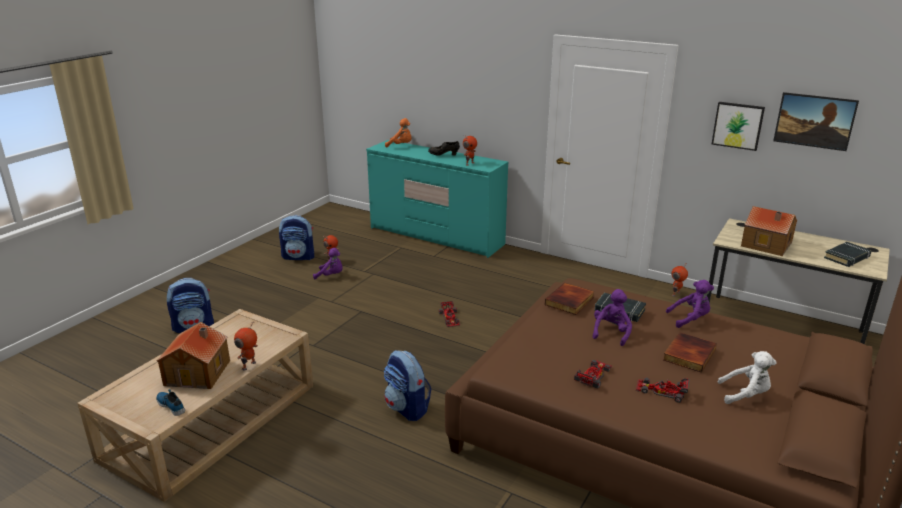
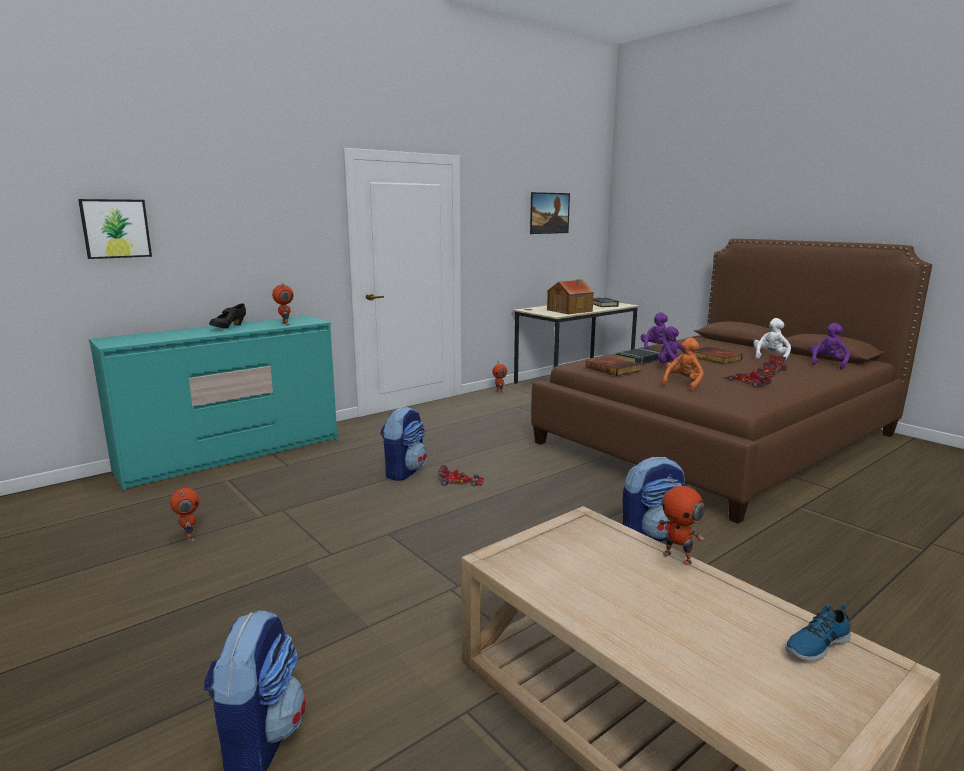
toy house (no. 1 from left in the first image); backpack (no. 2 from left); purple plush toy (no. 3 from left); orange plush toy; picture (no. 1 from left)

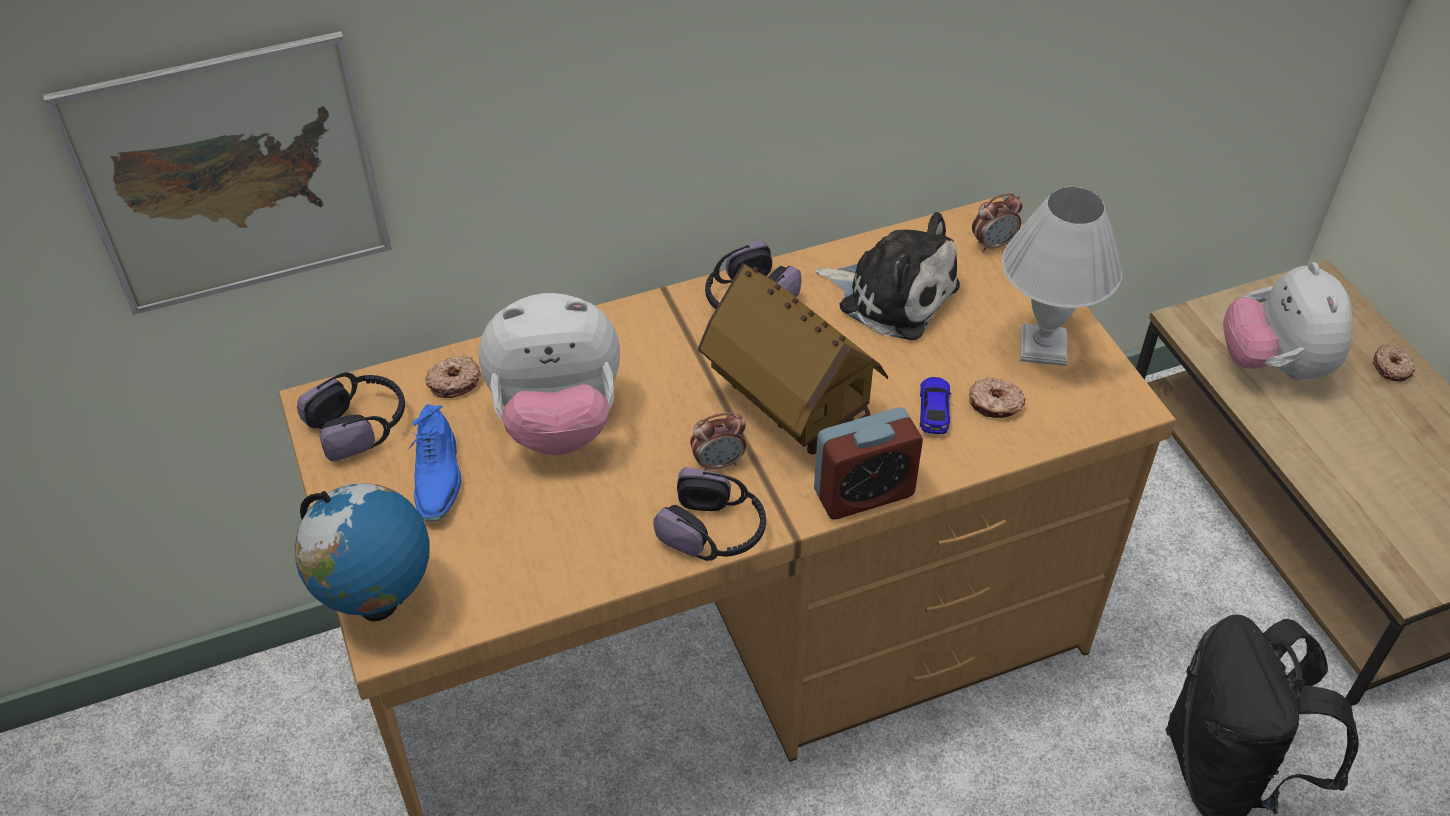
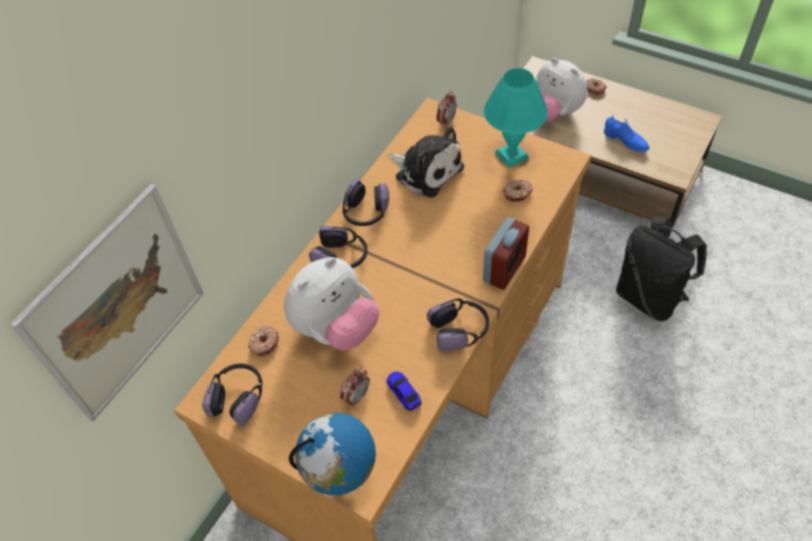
blue shoe; alarm clock (no. 1 from left); toy house; plush toy (no. 2 from left); toy car; turquoise table lamp; headphones (no. 2 from left)

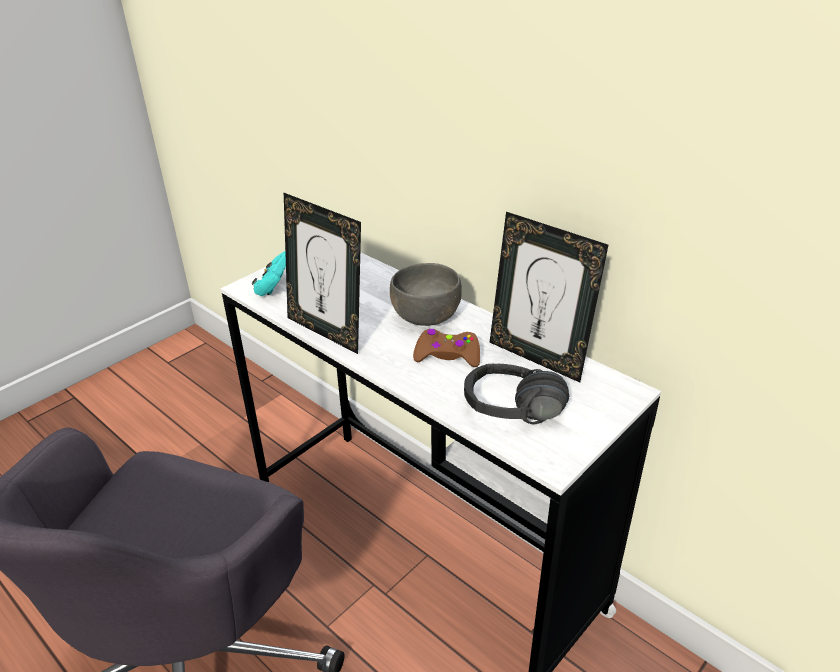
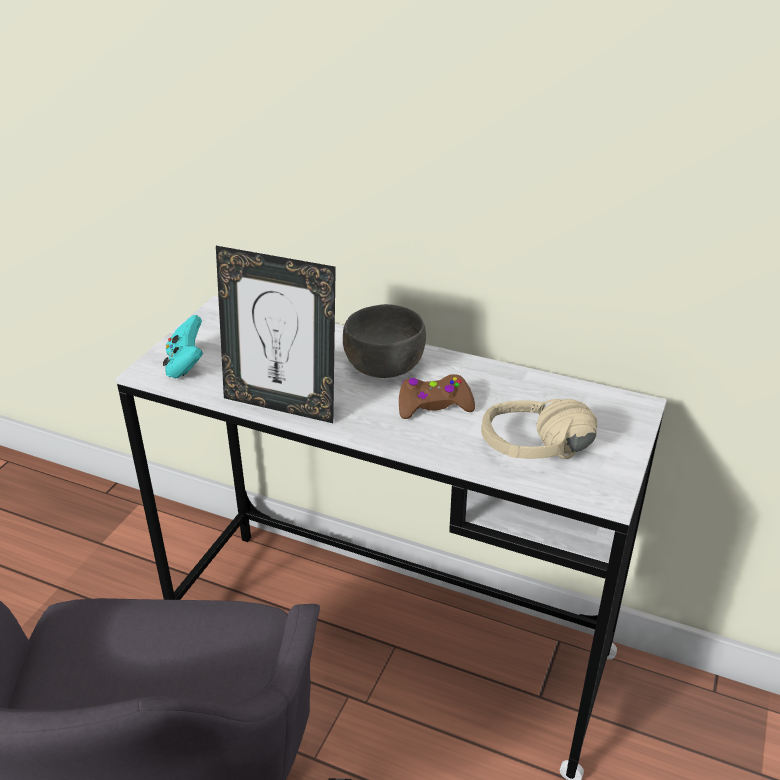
beige headphones; picture frame (no. 2 from left in the first image)

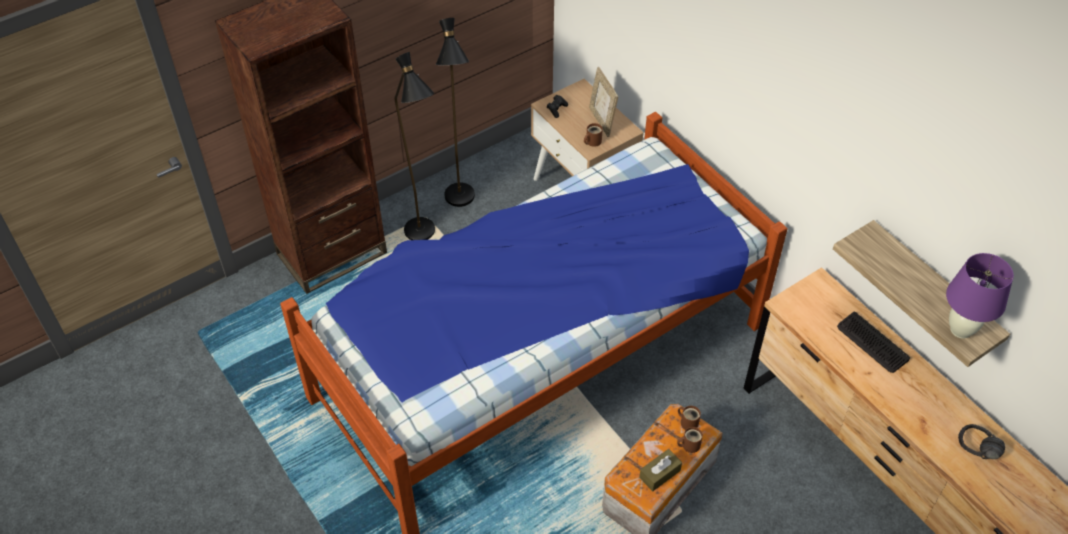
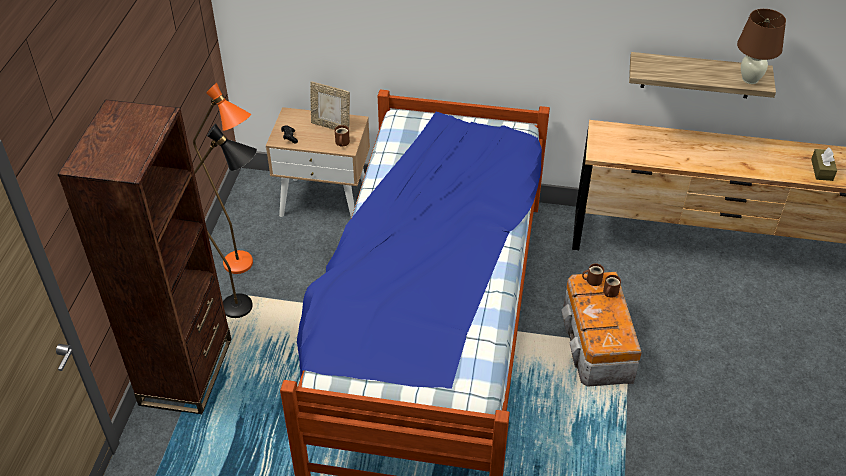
orange floor lamp; brown tissue box; keyboard; brown table lamp; black headphones

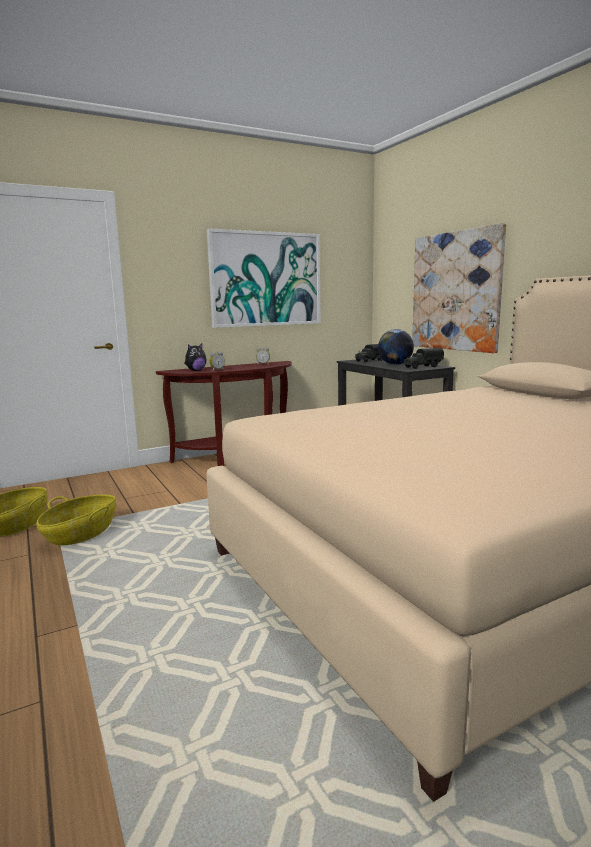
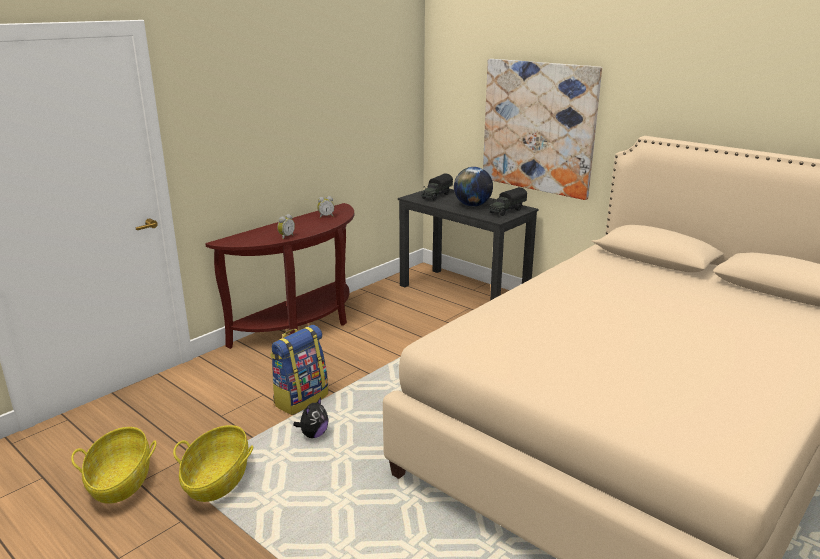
plush toy; picture (no. 1 from left in the first image); backpack

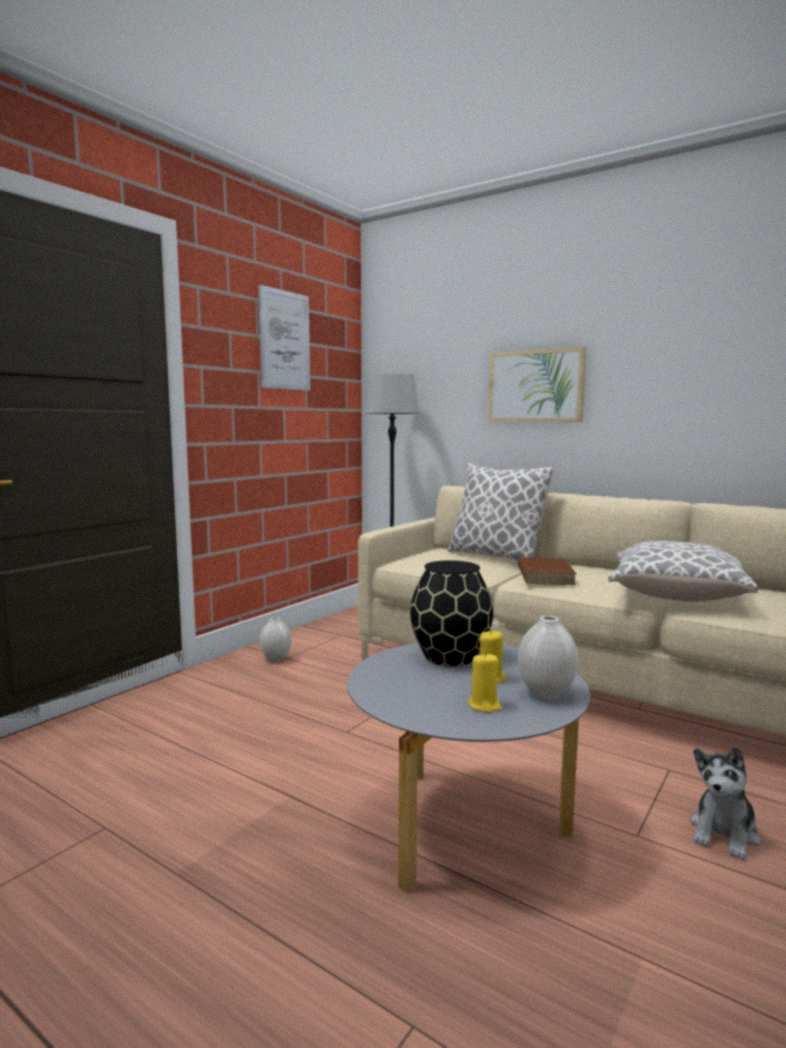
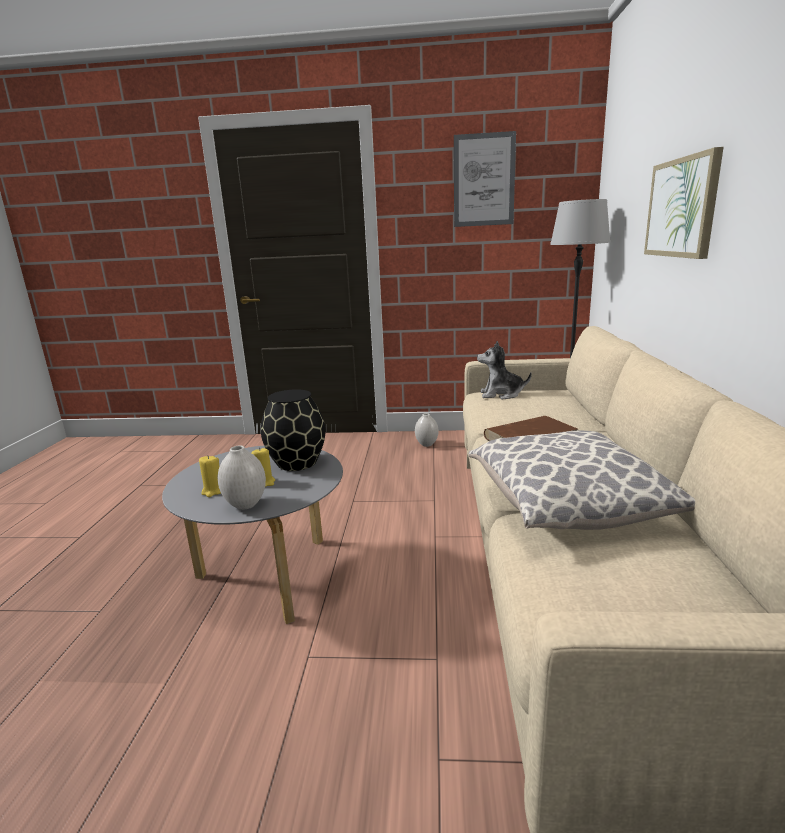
pillow (no. 1 from left in the first image); plush toy

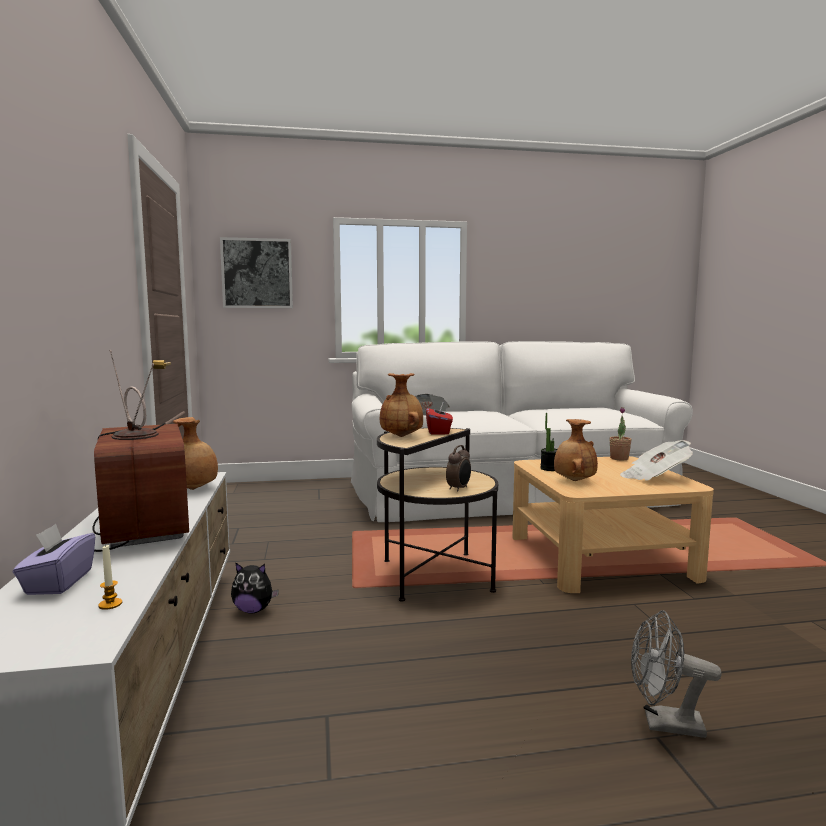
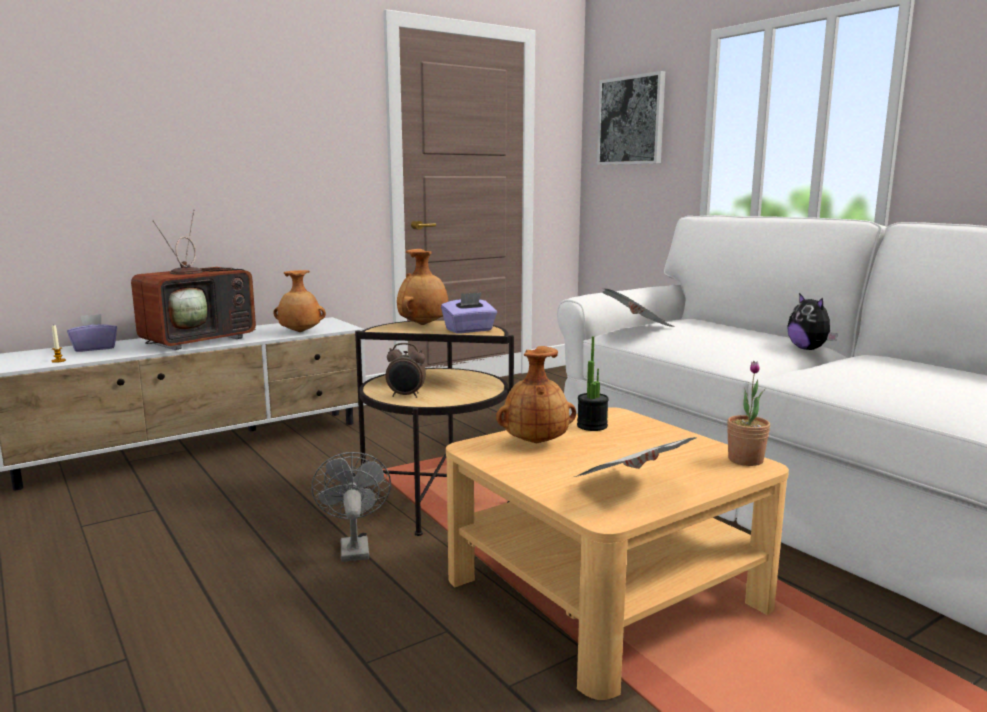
plush toy; purple tissue box (no. 2 from left); grey fan

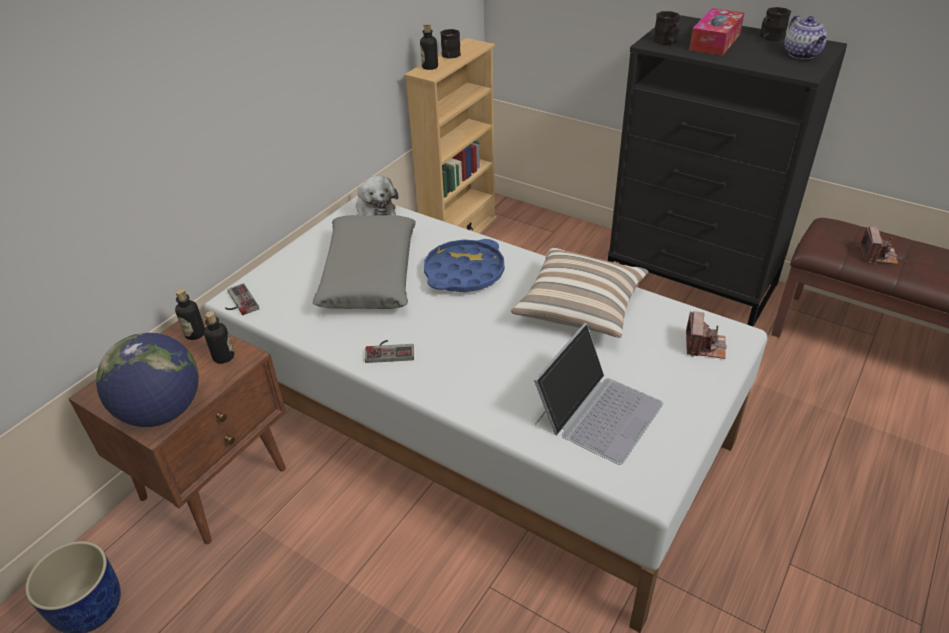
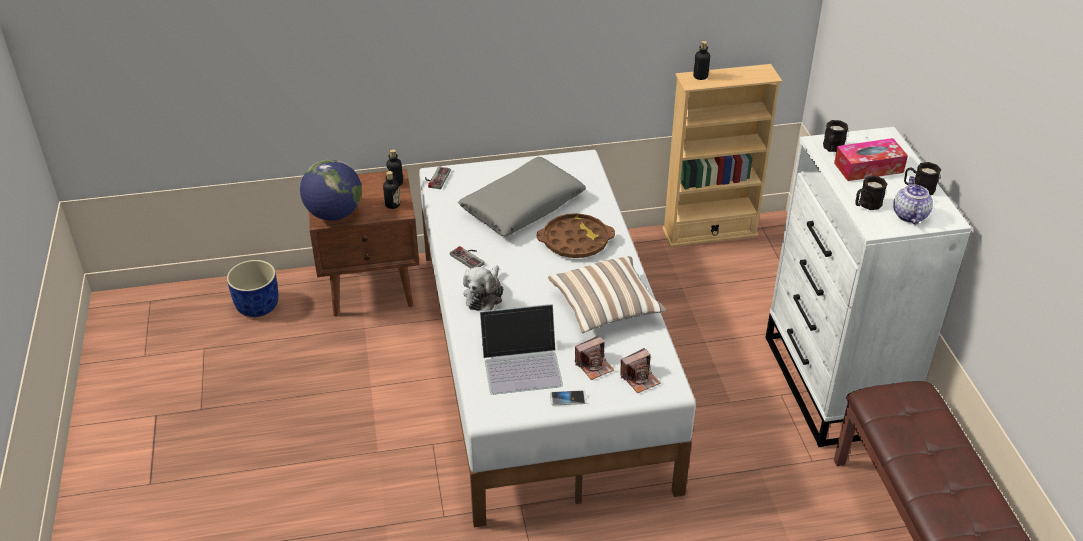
plush toy; brown tray; black mug (no. 2 from left); white dresser; teapot; photo camera (no. 1 from left); phone

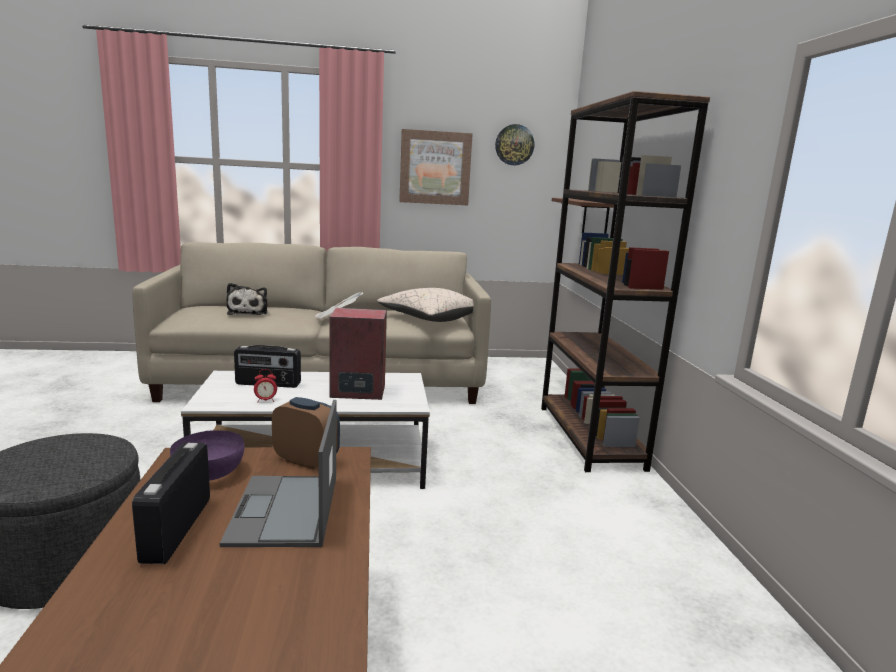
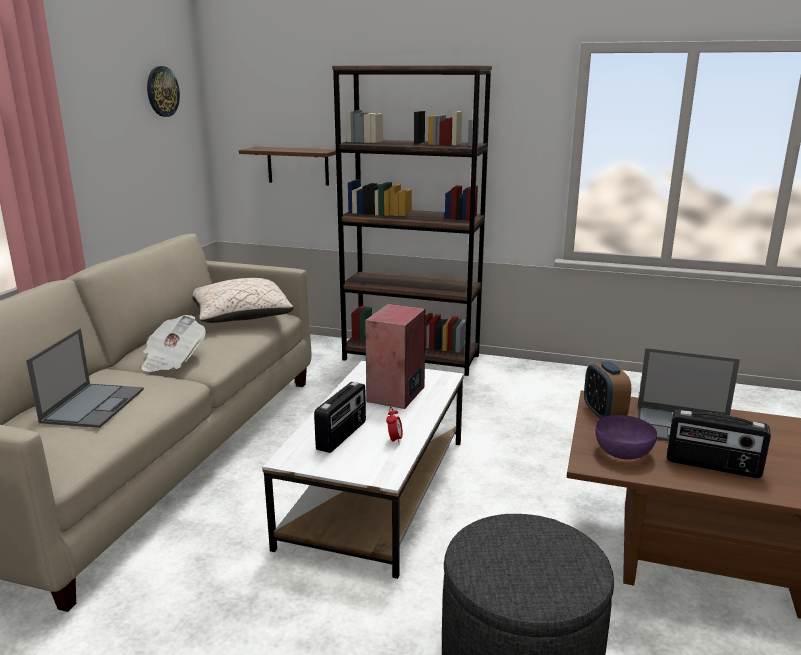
laptop (no. 1 from left); alarm clock (no. 2 from left); picture

